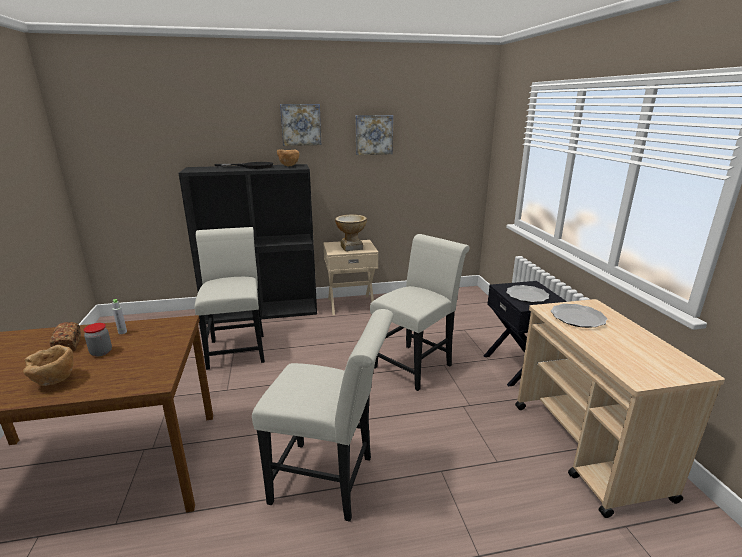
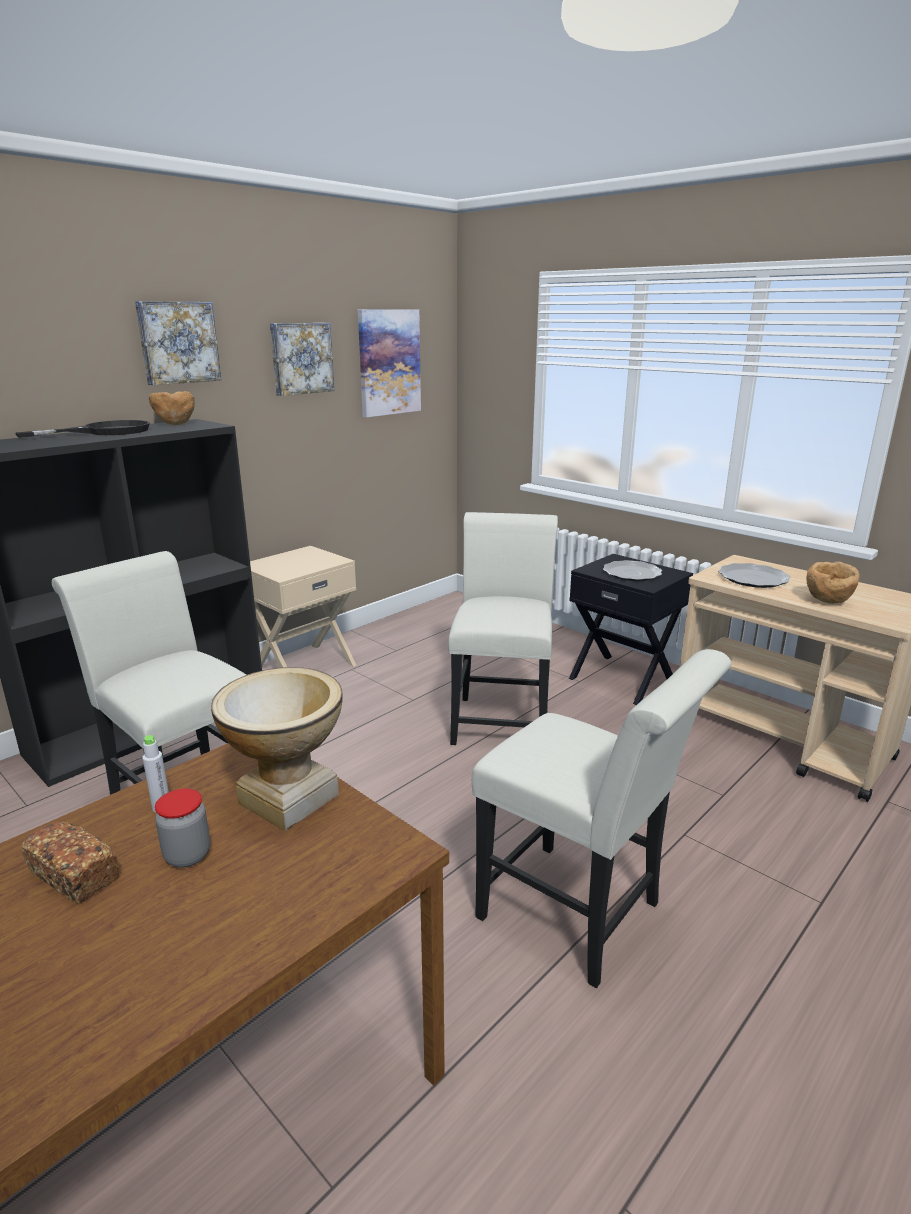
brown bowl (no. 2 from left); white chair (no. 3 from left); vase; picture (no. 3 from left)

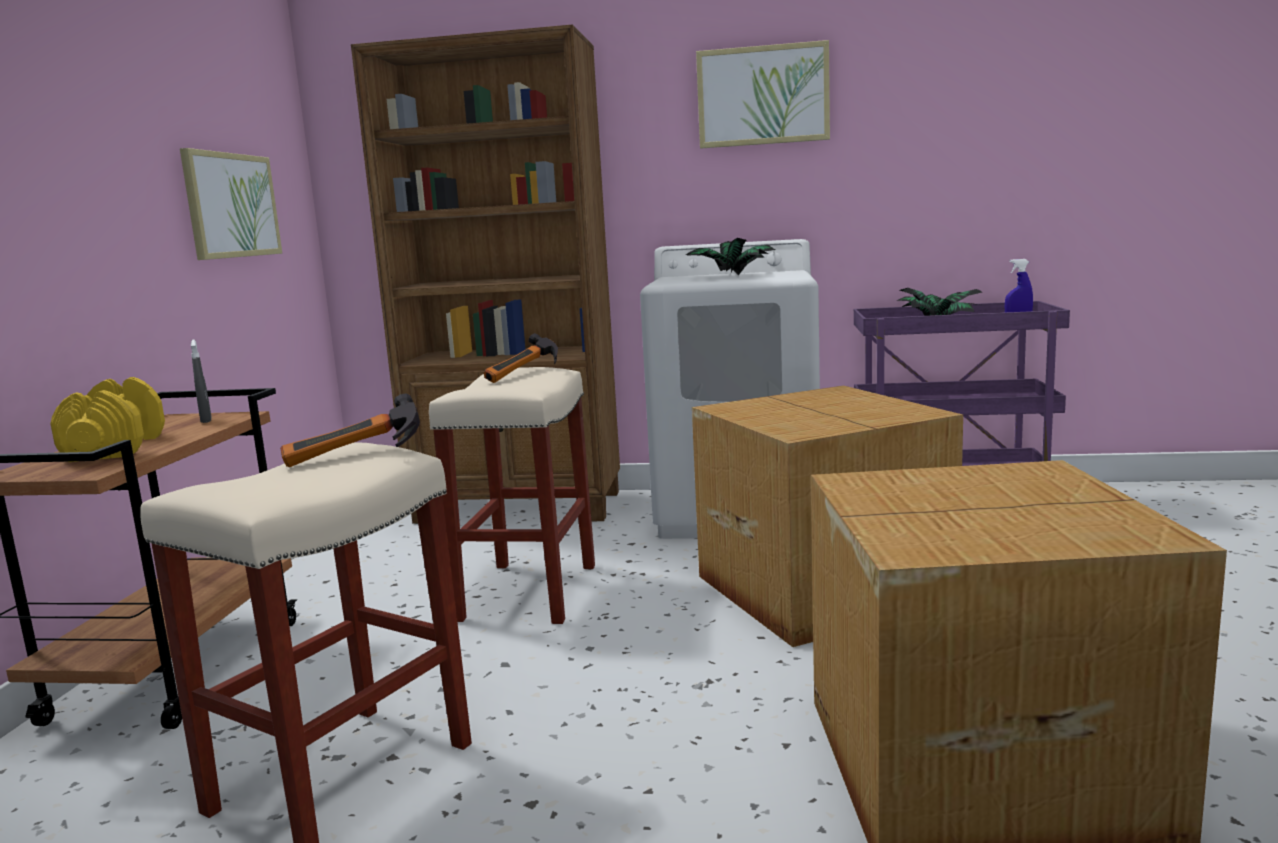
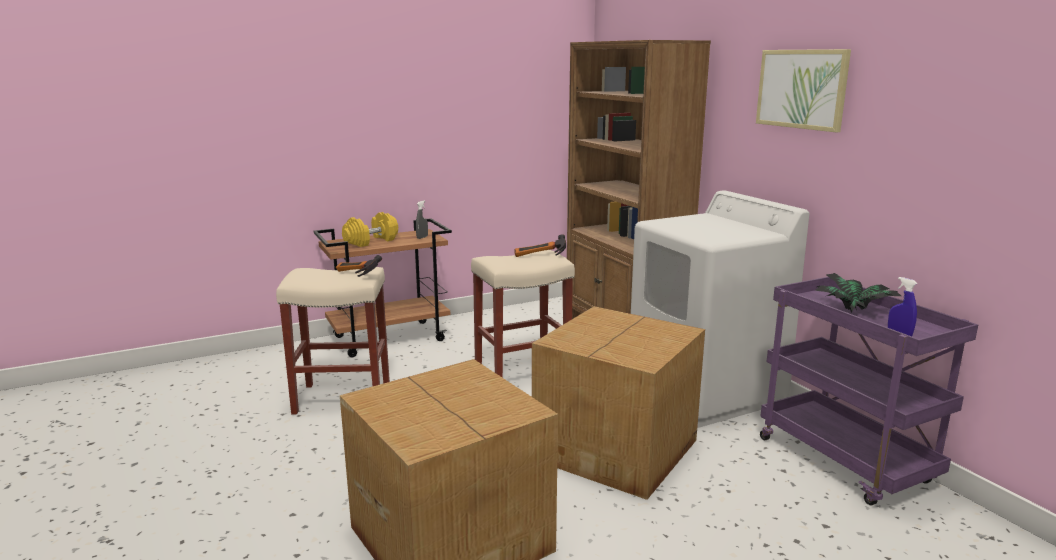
picture (no. 1 from left in the first image); potted plant (no. 1 from left in the first image)

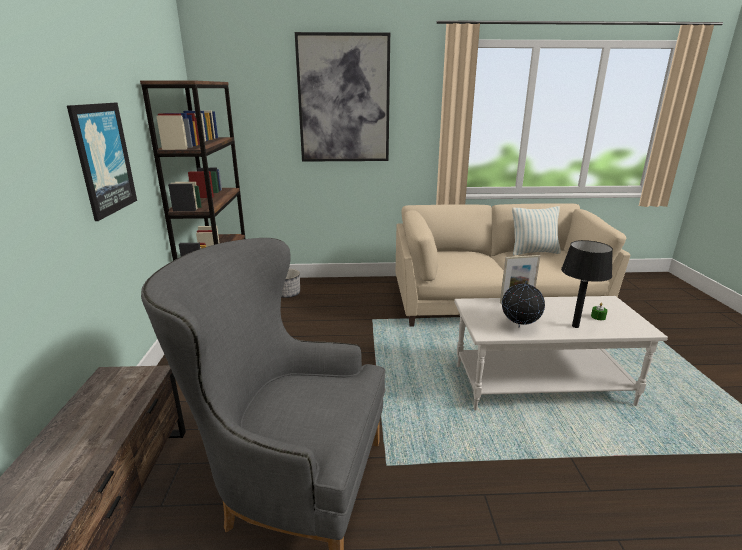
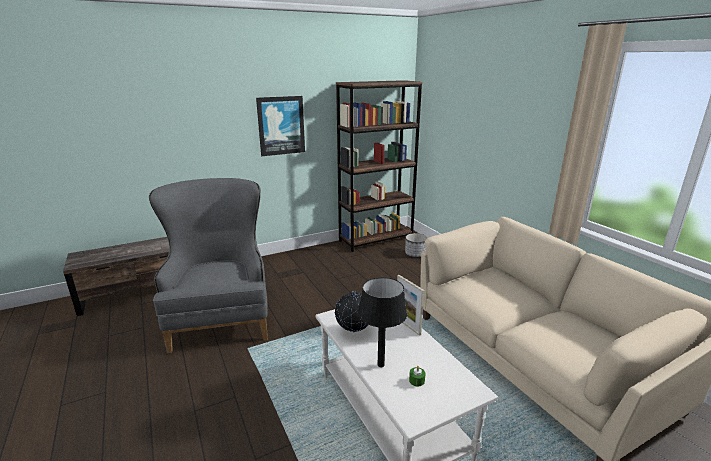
picture (no. 2 from left in the first image); pillow

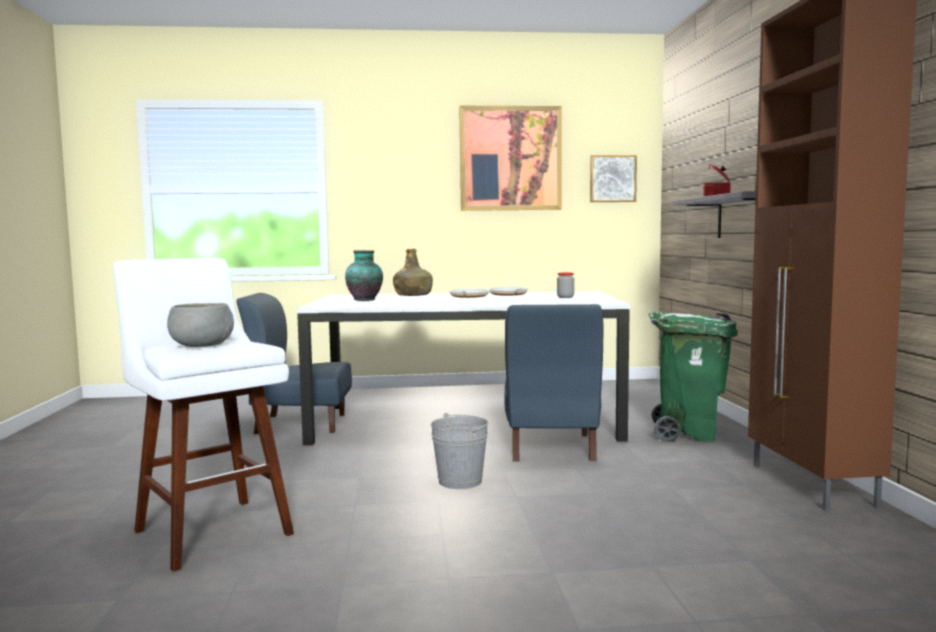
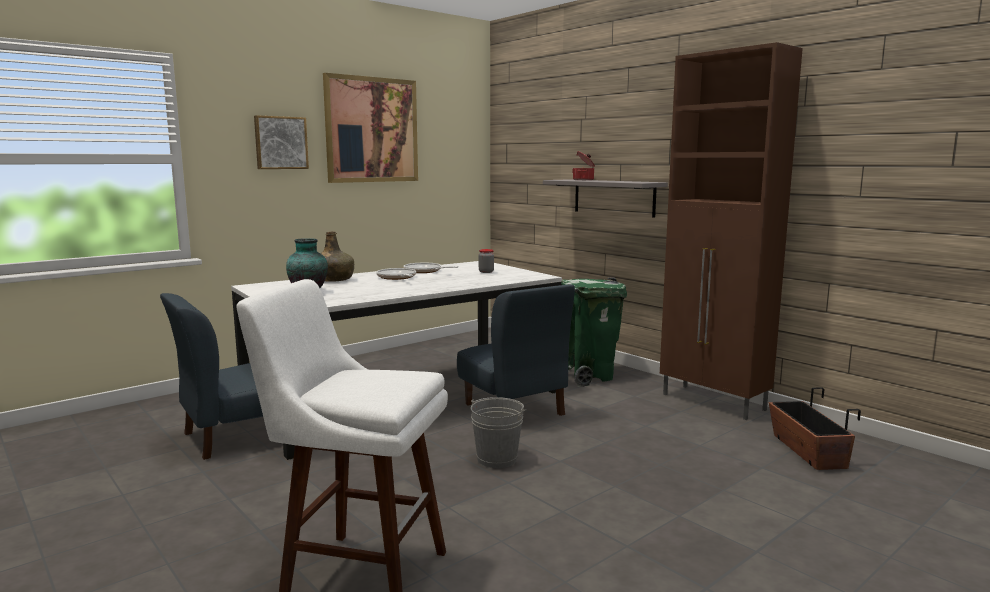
grey bowl; picture (no. 1 from left); planter

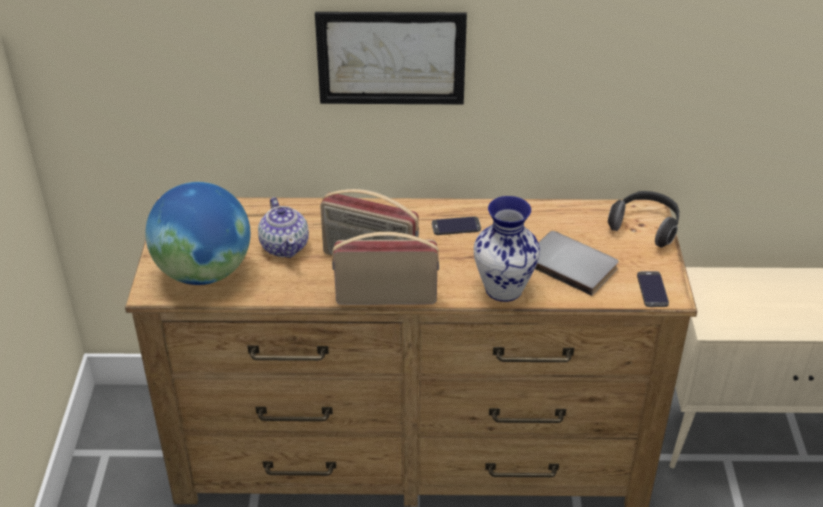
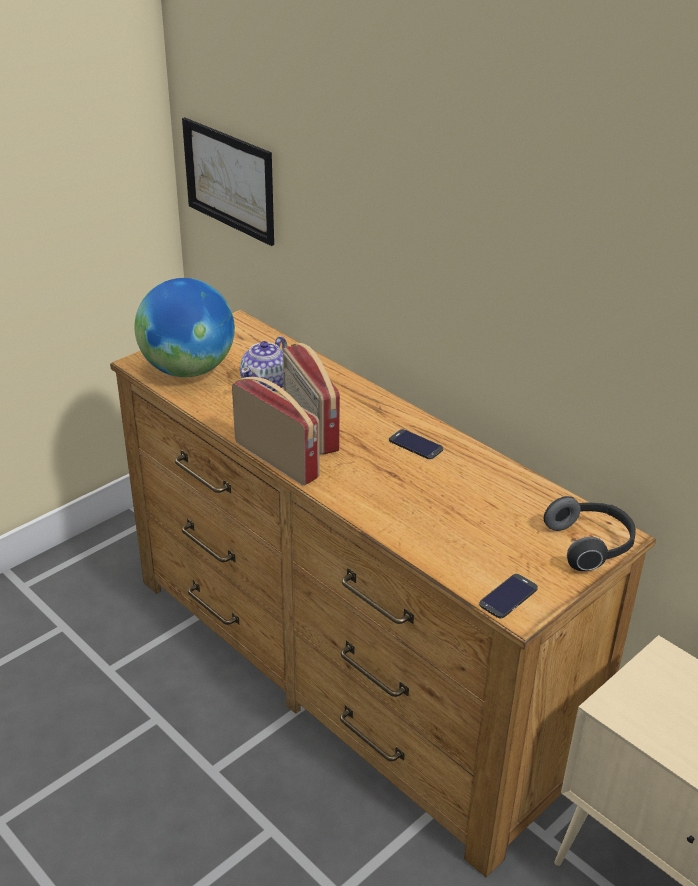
picture; vase; grey book

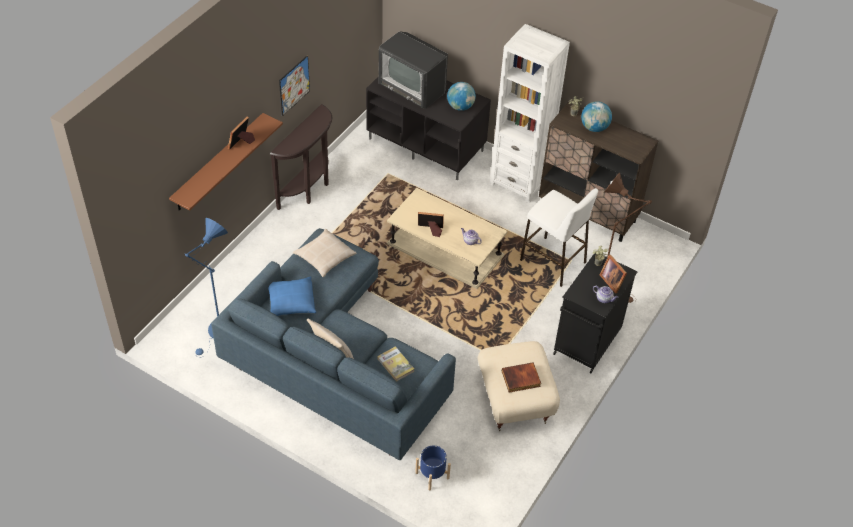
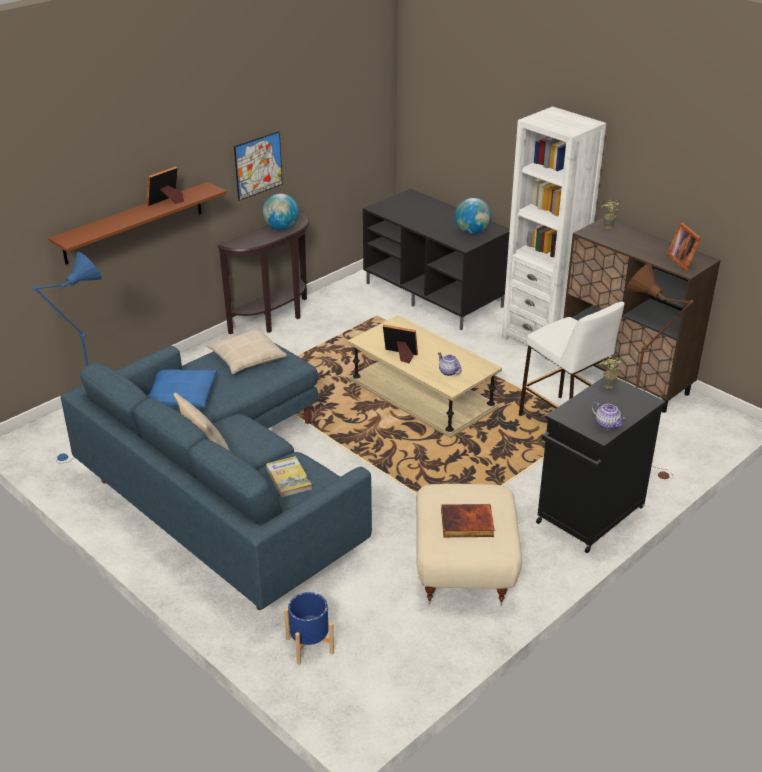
television; globe (no. 1 from left); picture frame (no. 3 from left)

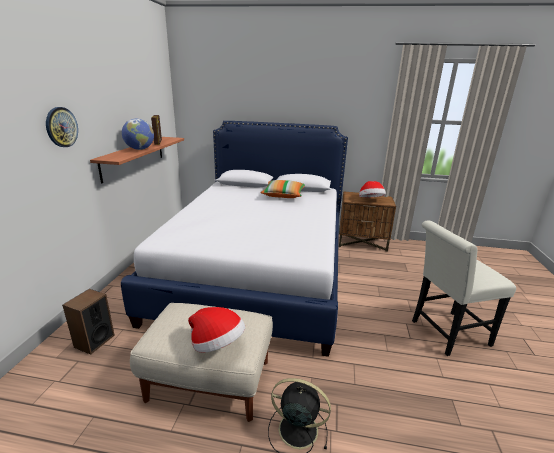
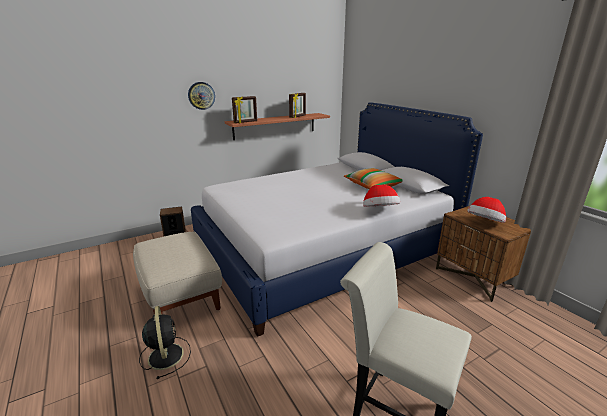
globe; hat (no. 1 from left); picture frame (no. 1 from left)

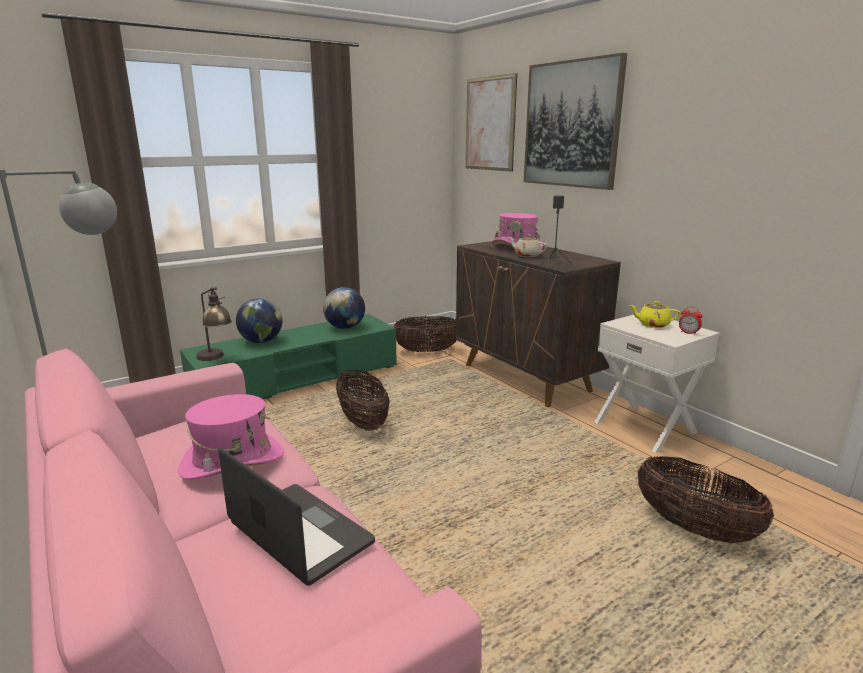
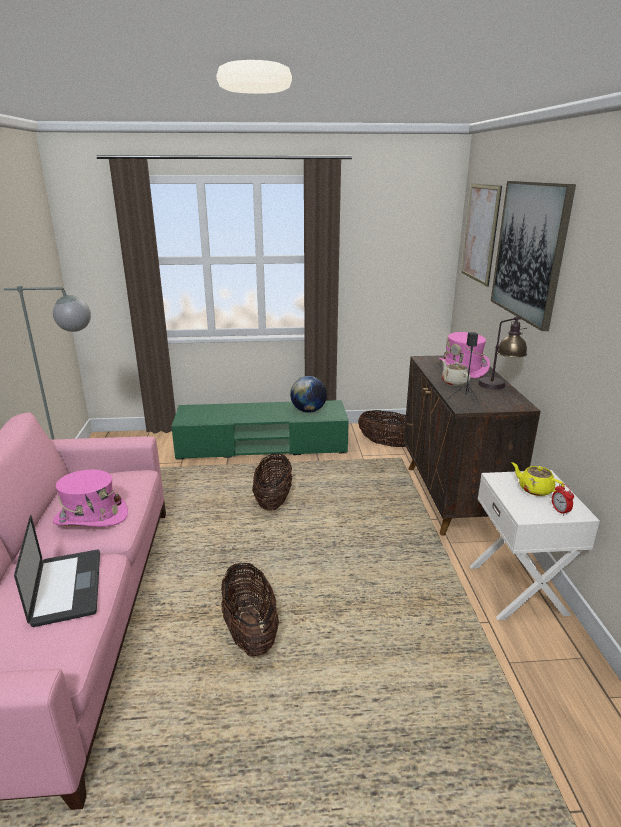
table lamp; globe (no. 1 from left in the first image); basket (no. 1 from left)

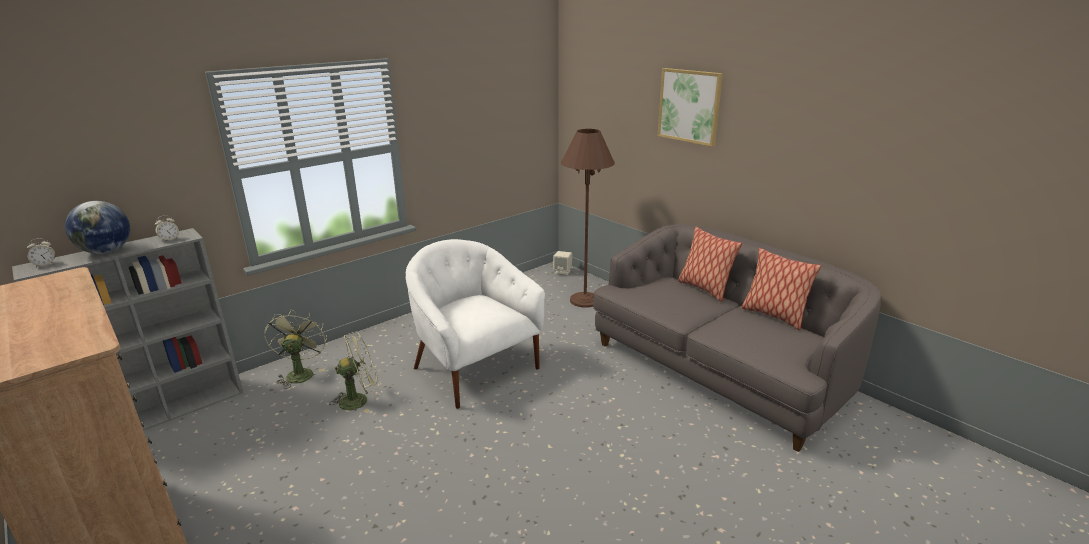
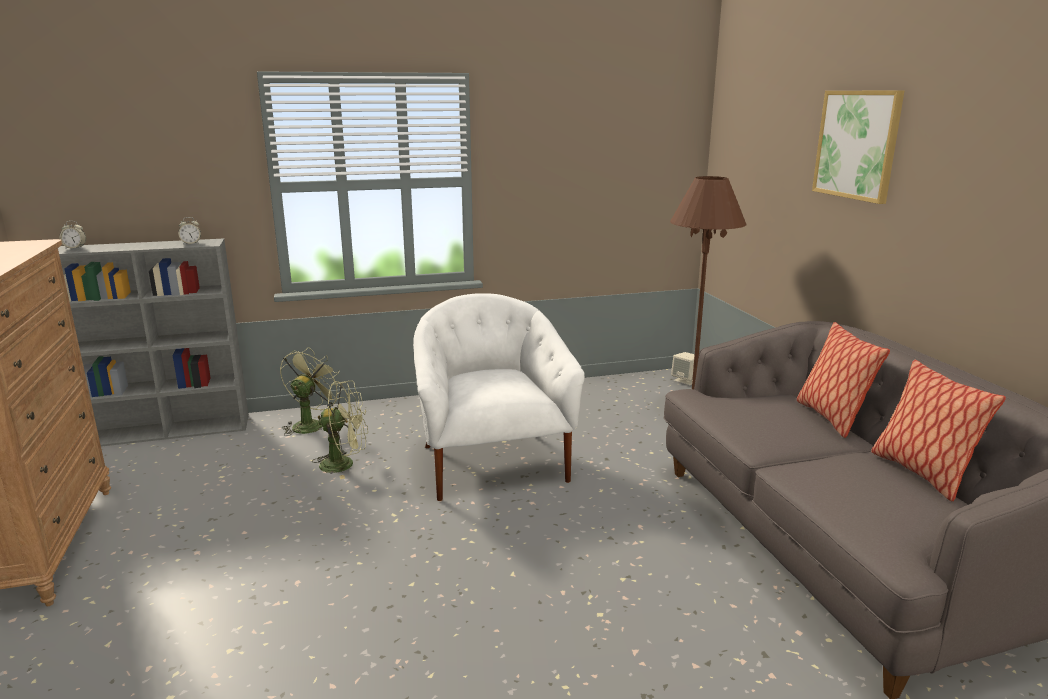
globe

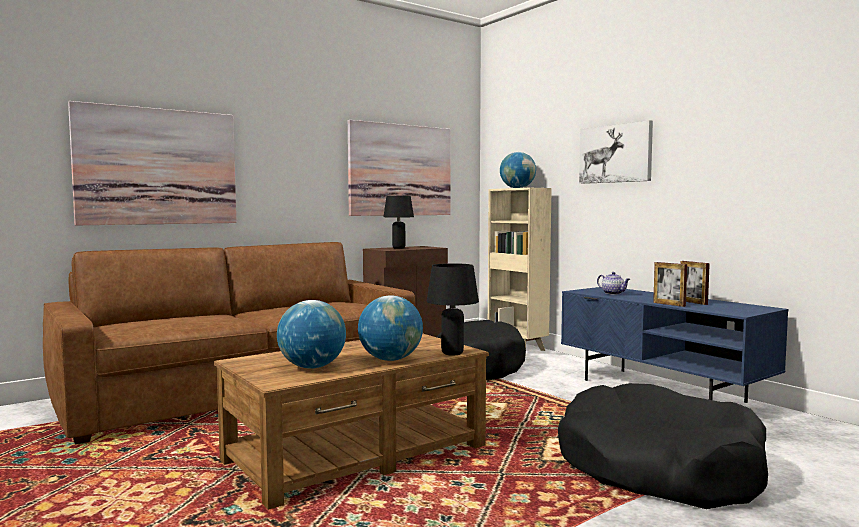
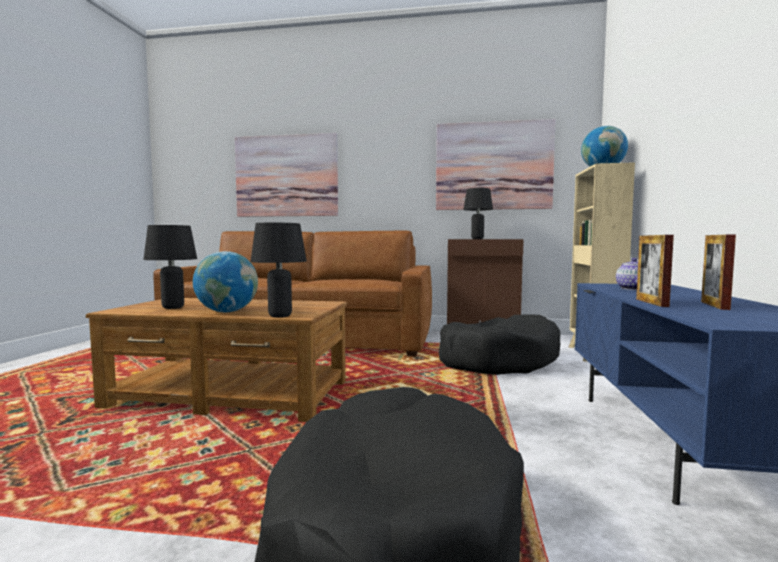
black table lamp (no. 1 from left); picture (no. 3 from left in the first image)

